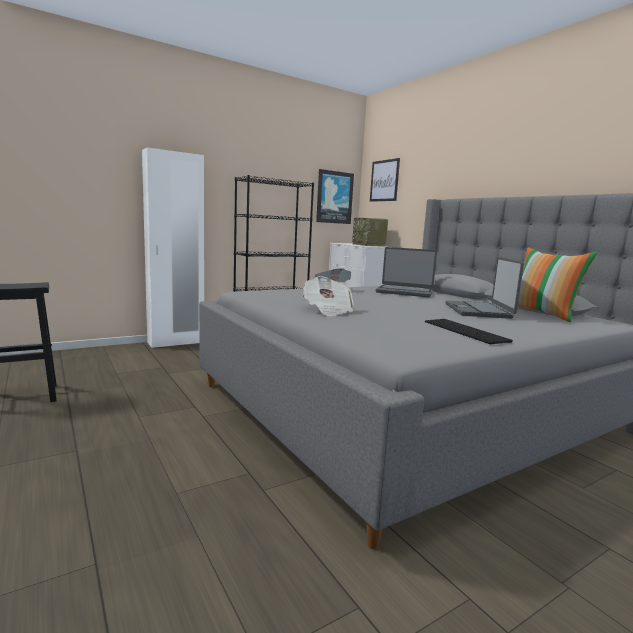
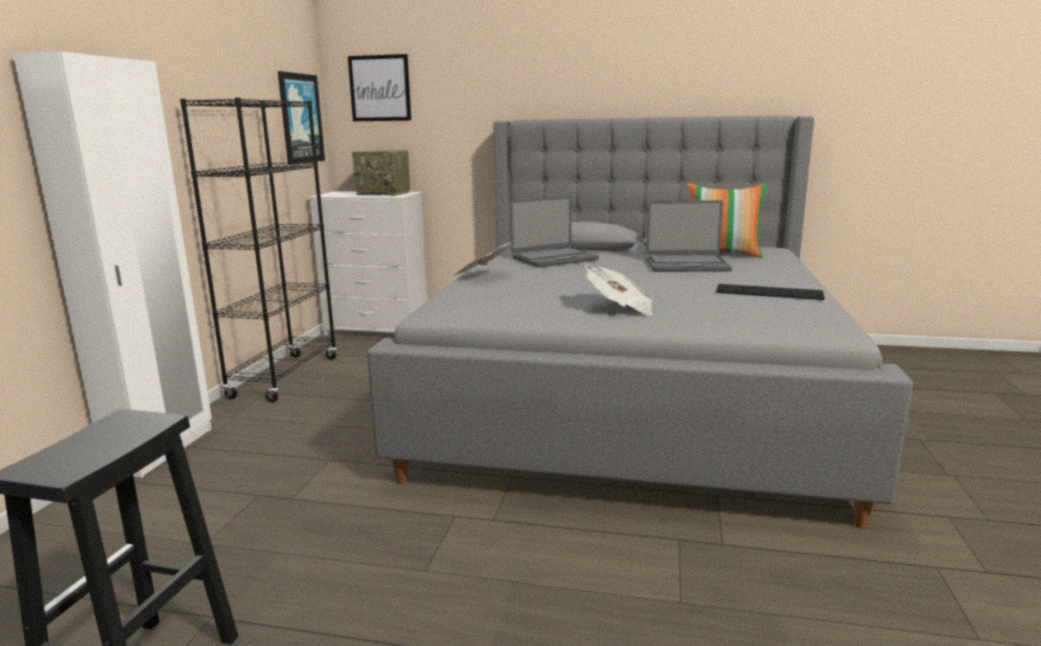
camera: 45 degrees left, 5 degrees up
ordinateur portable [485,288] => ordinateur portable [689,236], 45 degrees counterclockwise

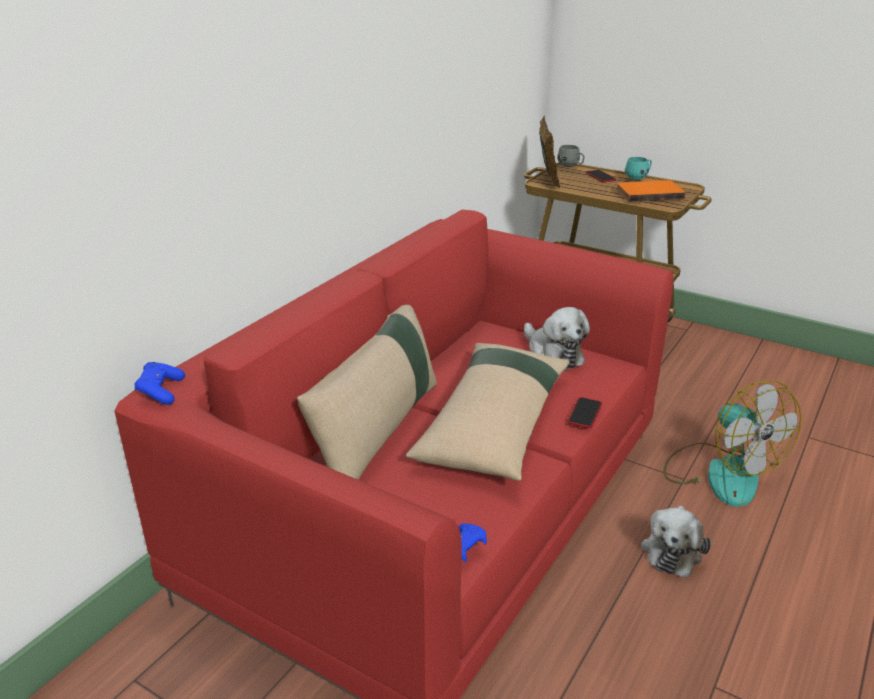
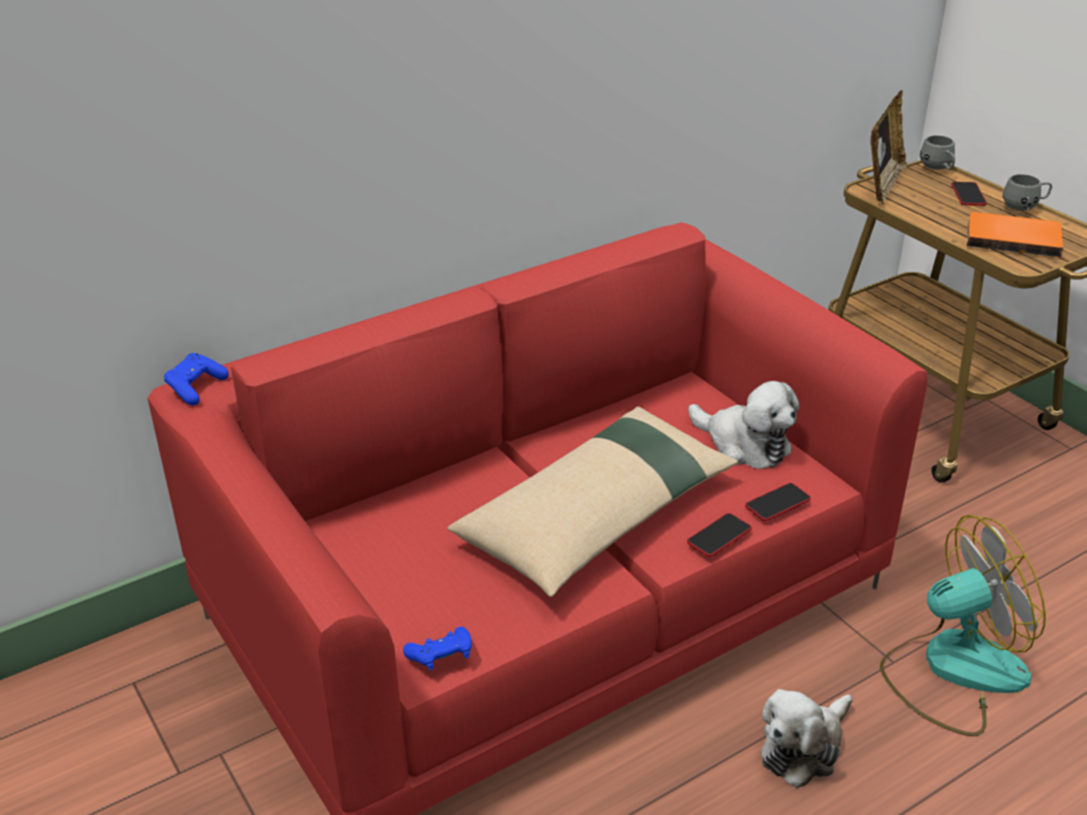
camera: 25 degrees right, 5 degrees up
peluche [557,339] => peluche [743,425], 45 degrees counterclockwise
nothing => téléphone [778,502]
ventilateur [732,443] => ventilateur [963,625], 105 degrees counterclockwise
mug [turquoise] [638,168] => mug [gris] [1027,192]
coussin [beige] [367,392] => nothing

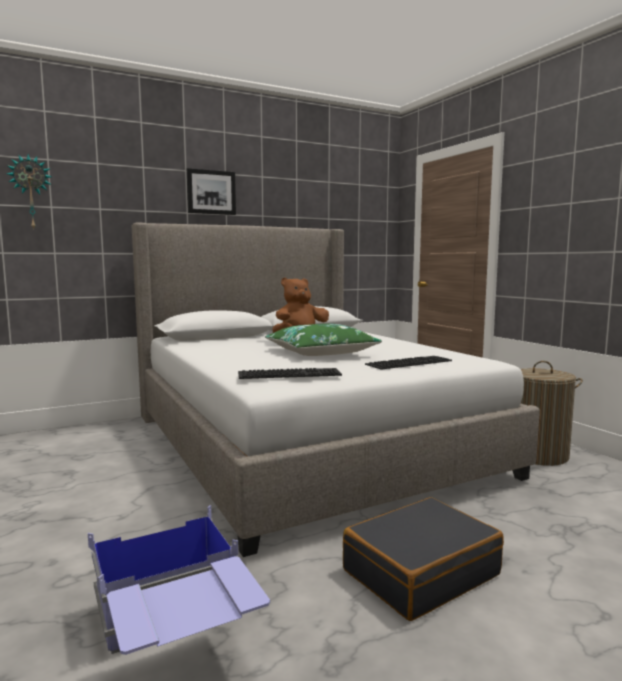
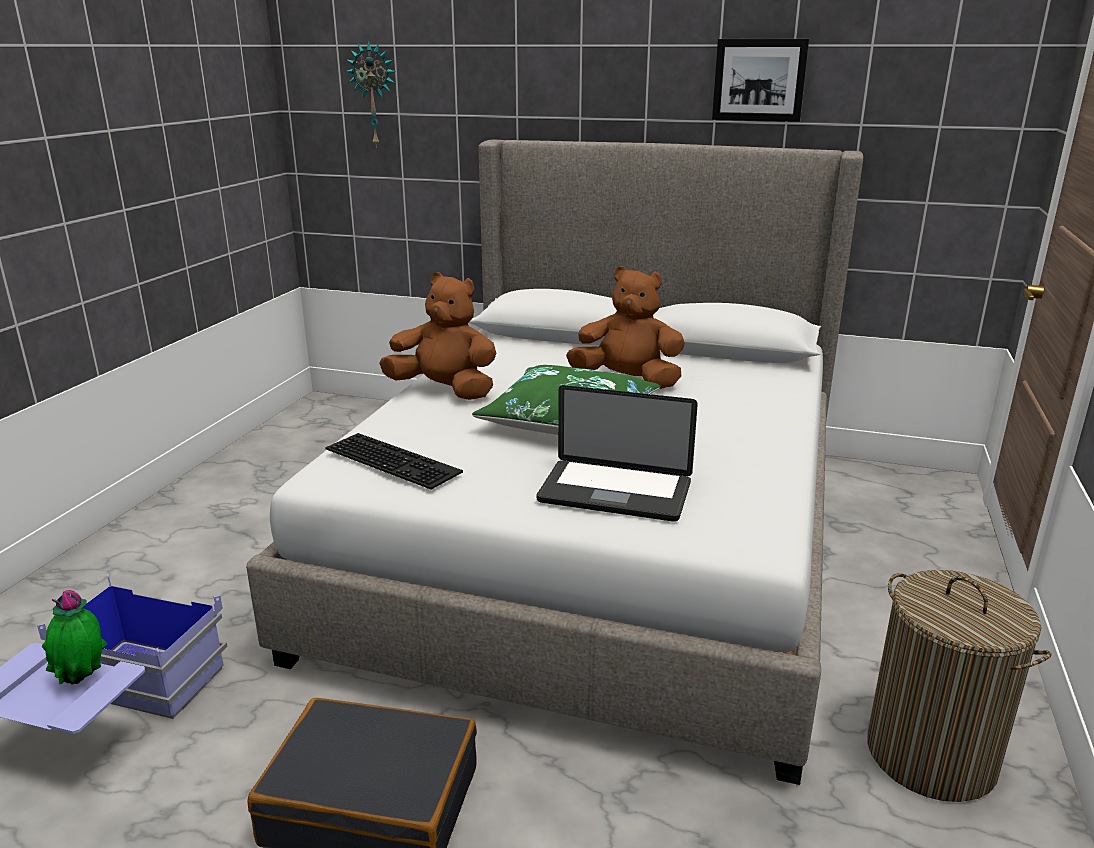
camera: 45 degrees right, 15 degrees up
nothing => plante en pot [74,637]
nothing => peluche [marron] [437,336]
clavier [408,363] => ordinateur portable [617,453]
tableau [211,191] => tableau [760,80], moved

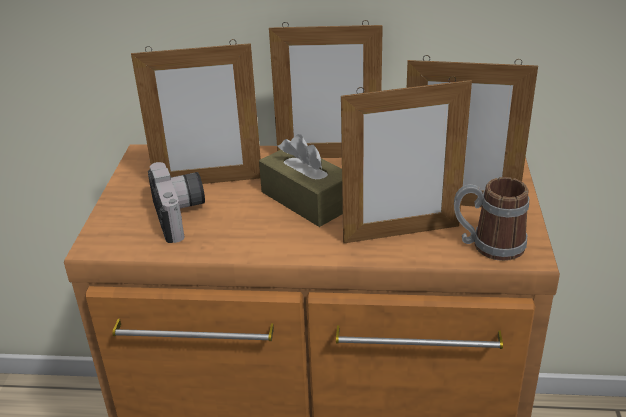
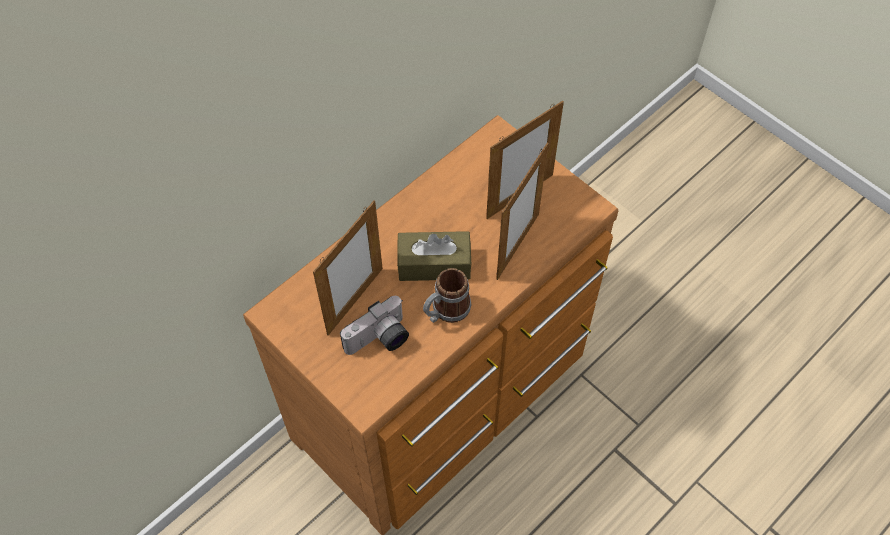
camera: 50 degrees left, 25 degrees up
appareil photo [176,202] => appareil photo [374,325], 120 degrees clockwise
mug [491,219] => mug [447,295], moved
cadre photo [326,89] => nothing

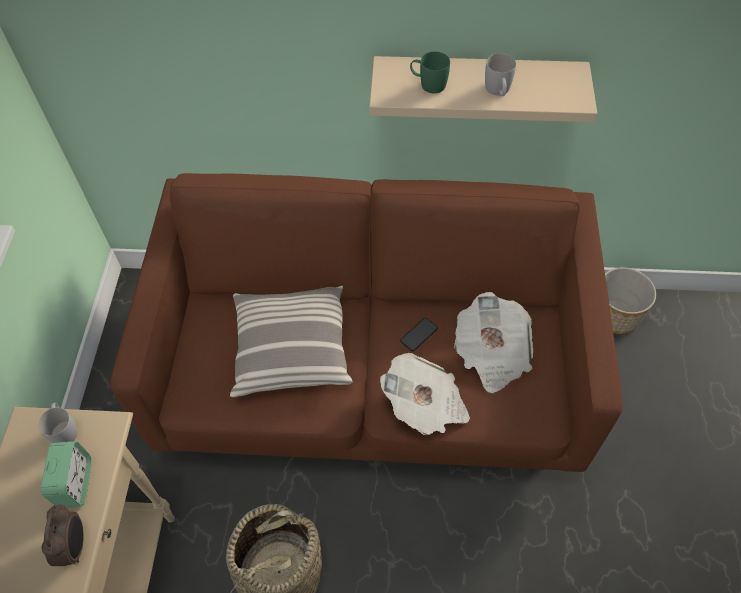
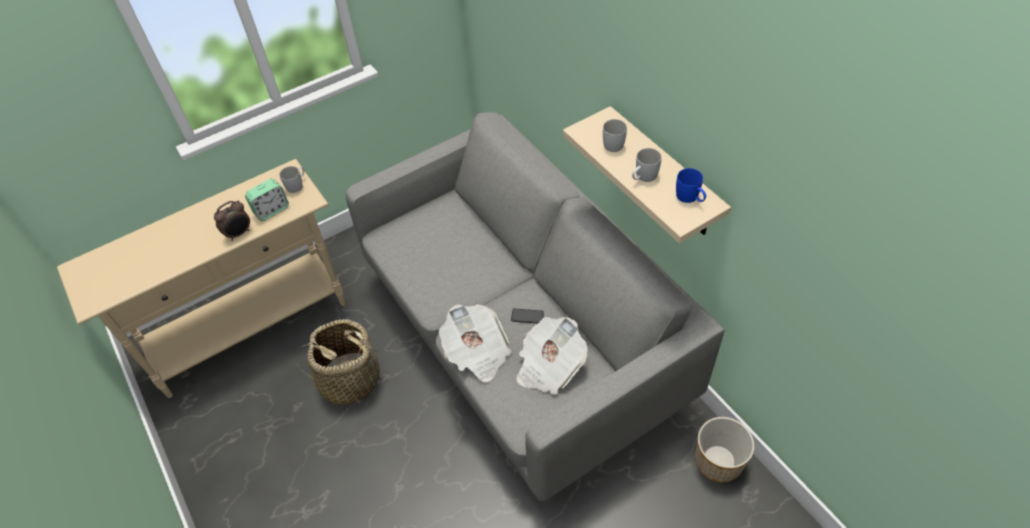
camera: 55 degrees right, 5 degrees down
canapé [marron] [366,322] => canapé [gris] [535,306]
mug [vert] [430,72] => mug [blanc] [615,135]
nothing => mug [bleu] [691,185]
coussin [291,341] => nothing

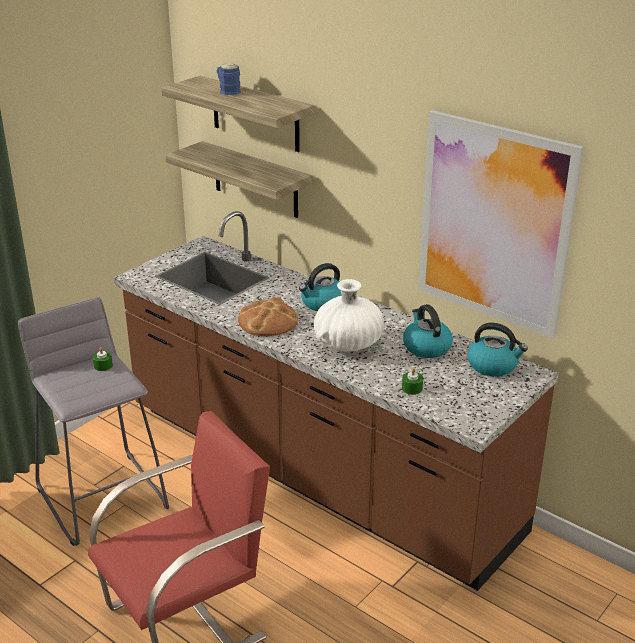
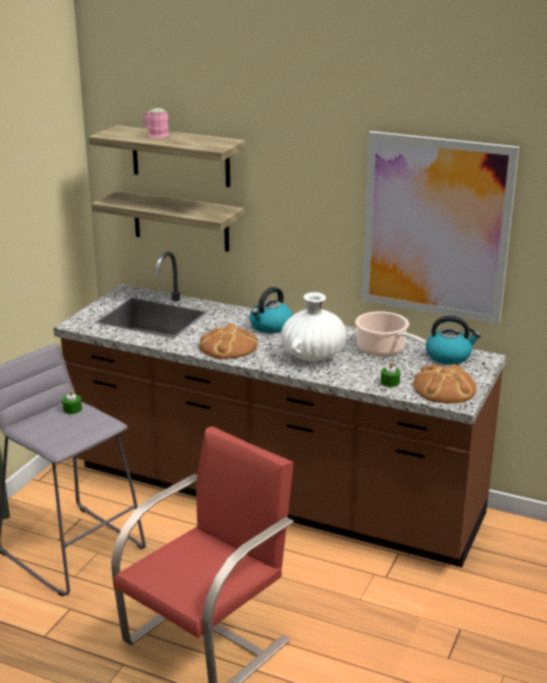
camera: 15 degrees left, 5 degrees down
mug [bleu] [229,79] => mug [rose] [156,123]
bouilloire [428,331] => marmite [390,333]
nothing => pain [445,383]

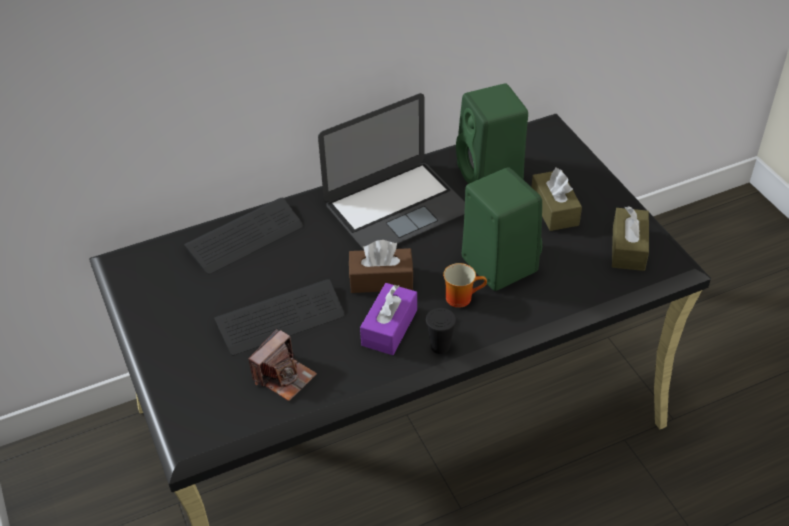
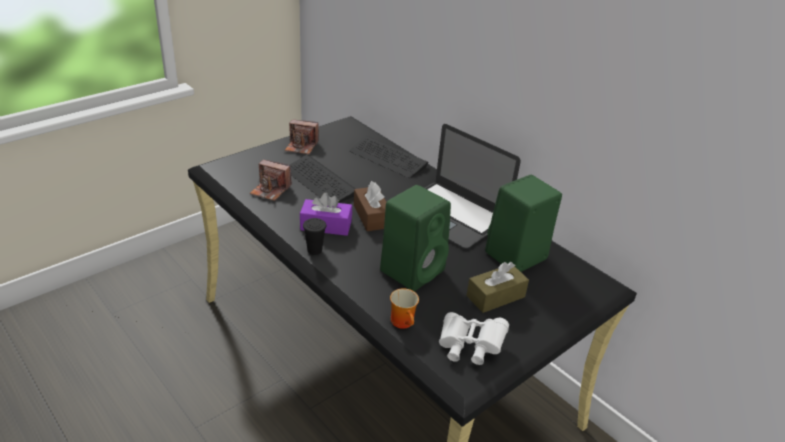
camera: 70 degrees right, 10 degrees down
nothing => appareil photo [302,137]
mug [465,285] => mug [404,309], moved
boîte à mouchoirs [marron] [630,238] => jumelles [blanc] [474,338]

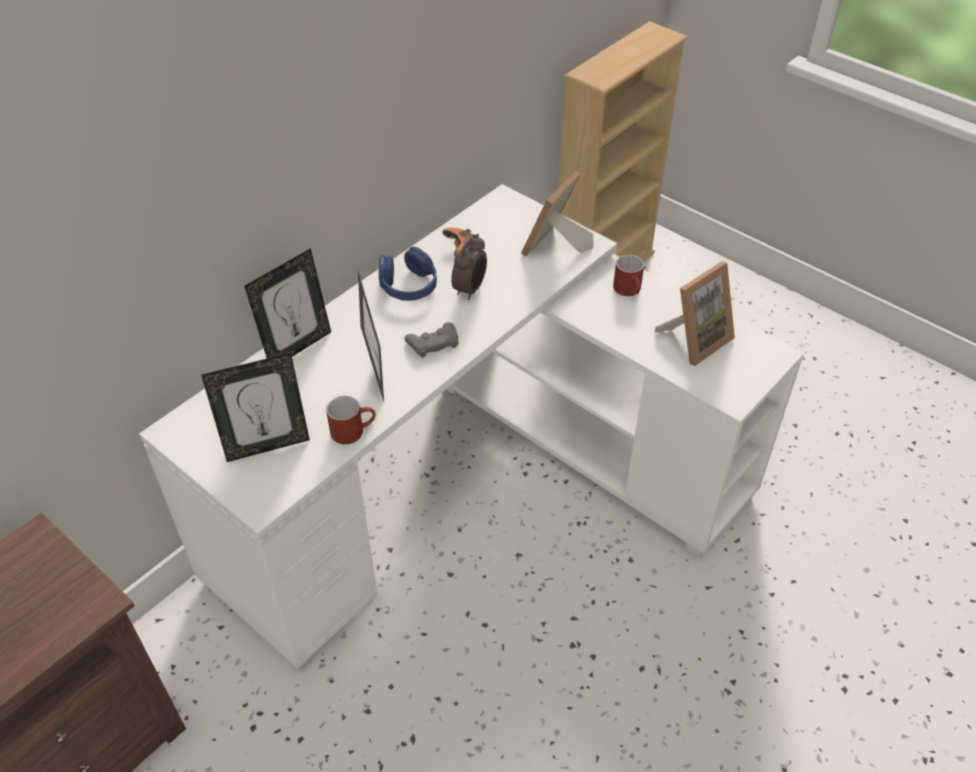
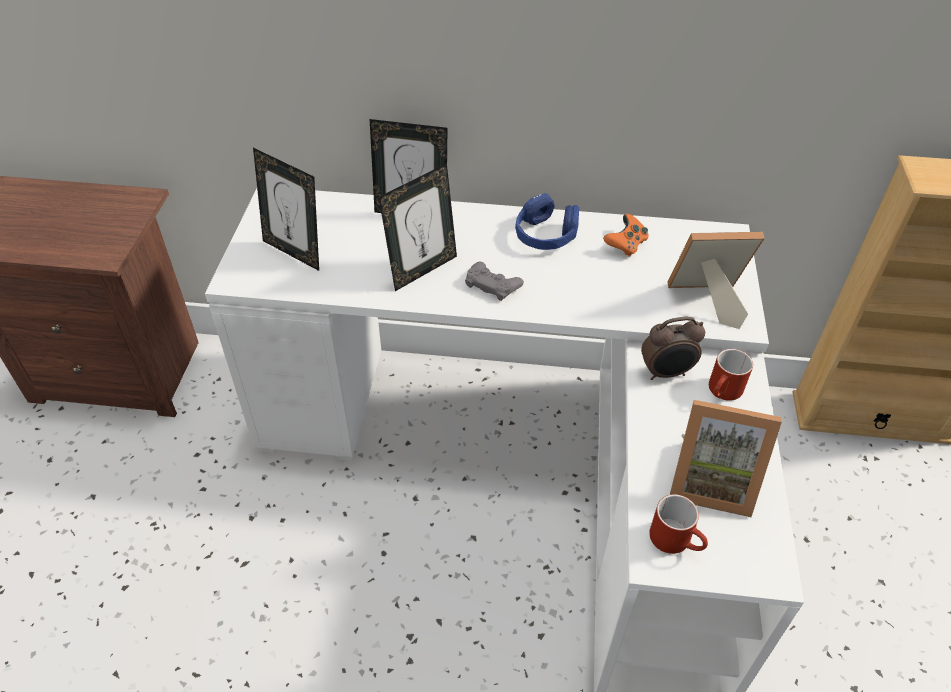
camera: 55 degrees right, 0 degrees up
réveil [469,267] => réveil [673,348], moved
mug [rouge] [351,420] => mug [rouge] [678,524], moved

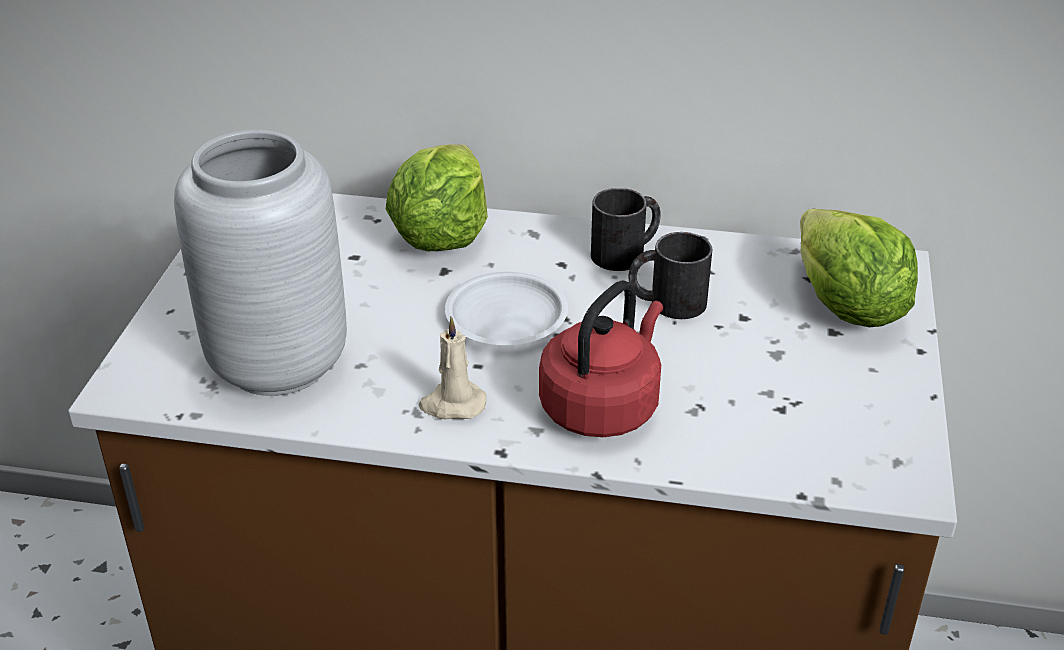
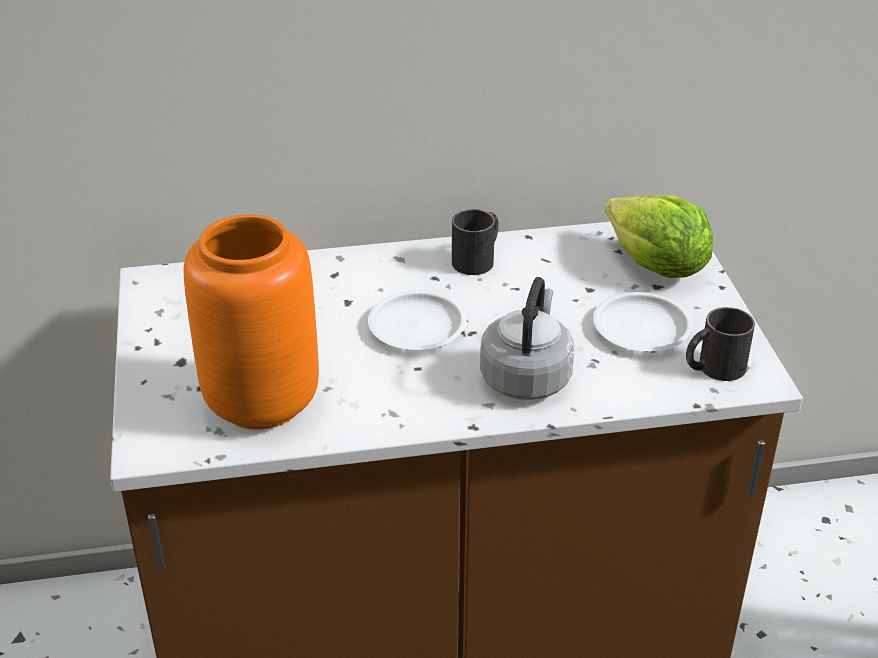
camera: 20 degrees left, 0 degrees up
vase [gris] [260,263] => vase [orange] [251,321]
bouilloire [rouge] [601,358] => bouilloire [gris] [527,338]
nothing => assiette [blanc] [643,321]
mug [noir] [670,275] => mug [noir] [720,344], moved
laitue [437,197] => nothing
bougie [beige] [452,368] => nothing

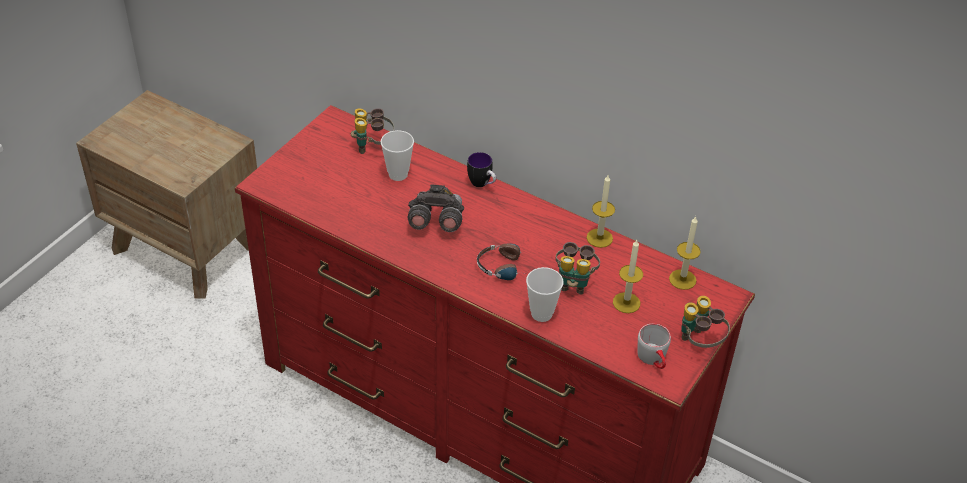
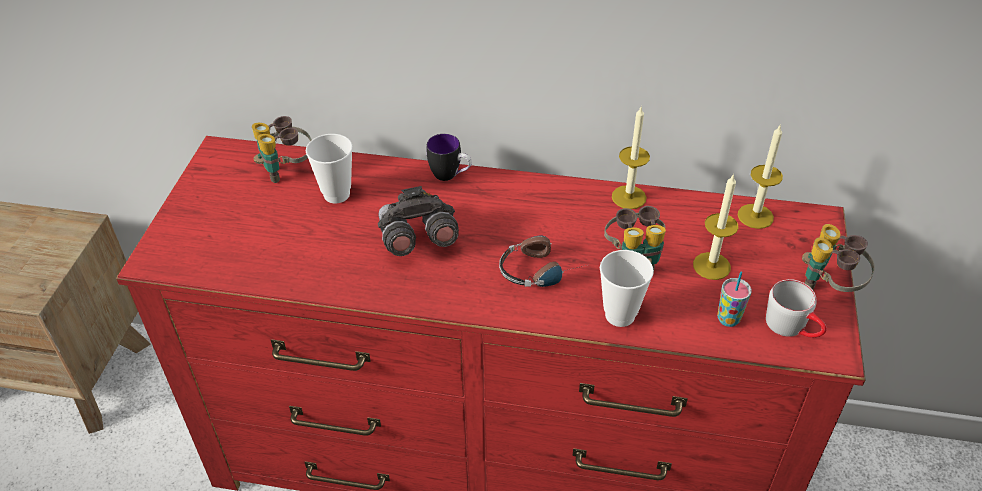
camera: 20 degrees left, 0 degrees up
nothing => tasse [734,299]

